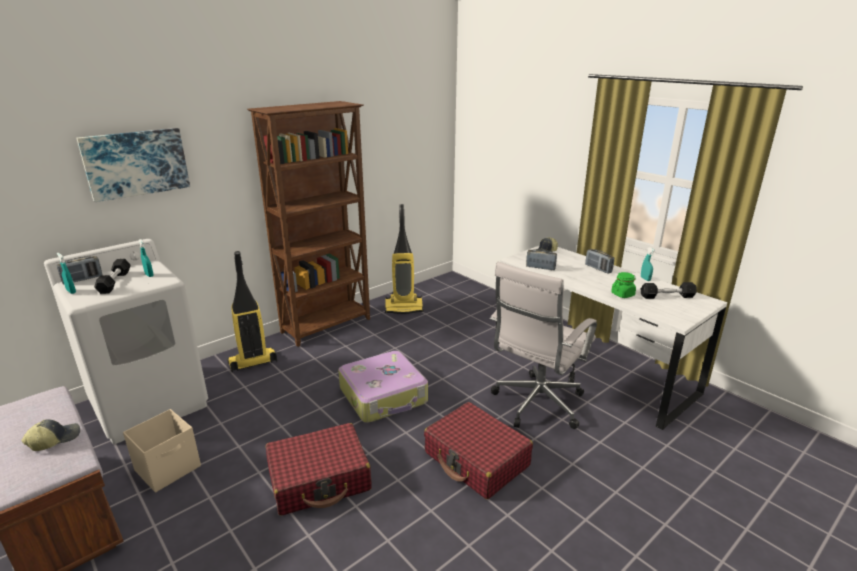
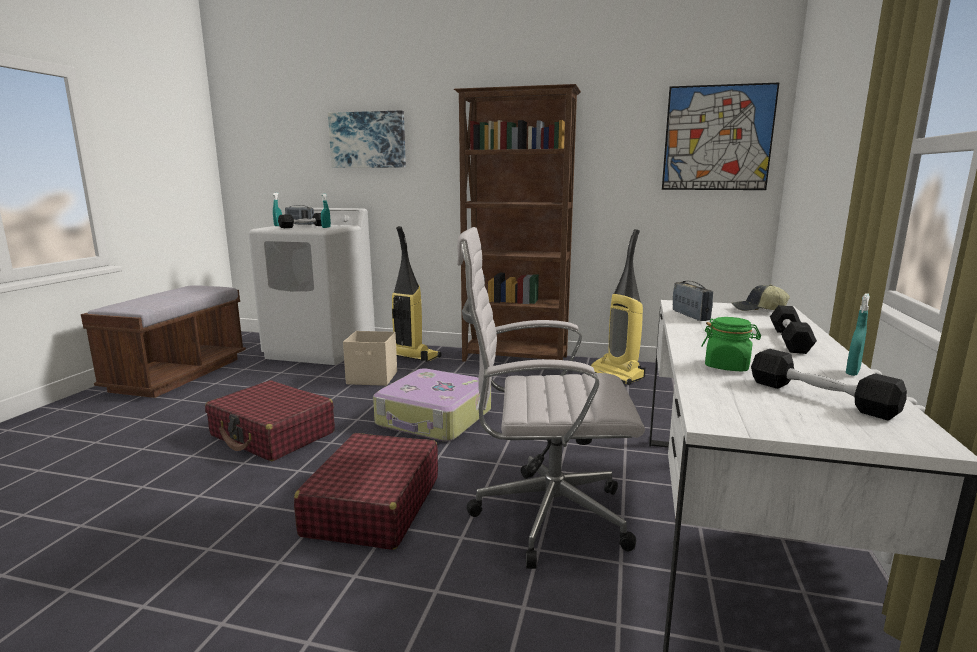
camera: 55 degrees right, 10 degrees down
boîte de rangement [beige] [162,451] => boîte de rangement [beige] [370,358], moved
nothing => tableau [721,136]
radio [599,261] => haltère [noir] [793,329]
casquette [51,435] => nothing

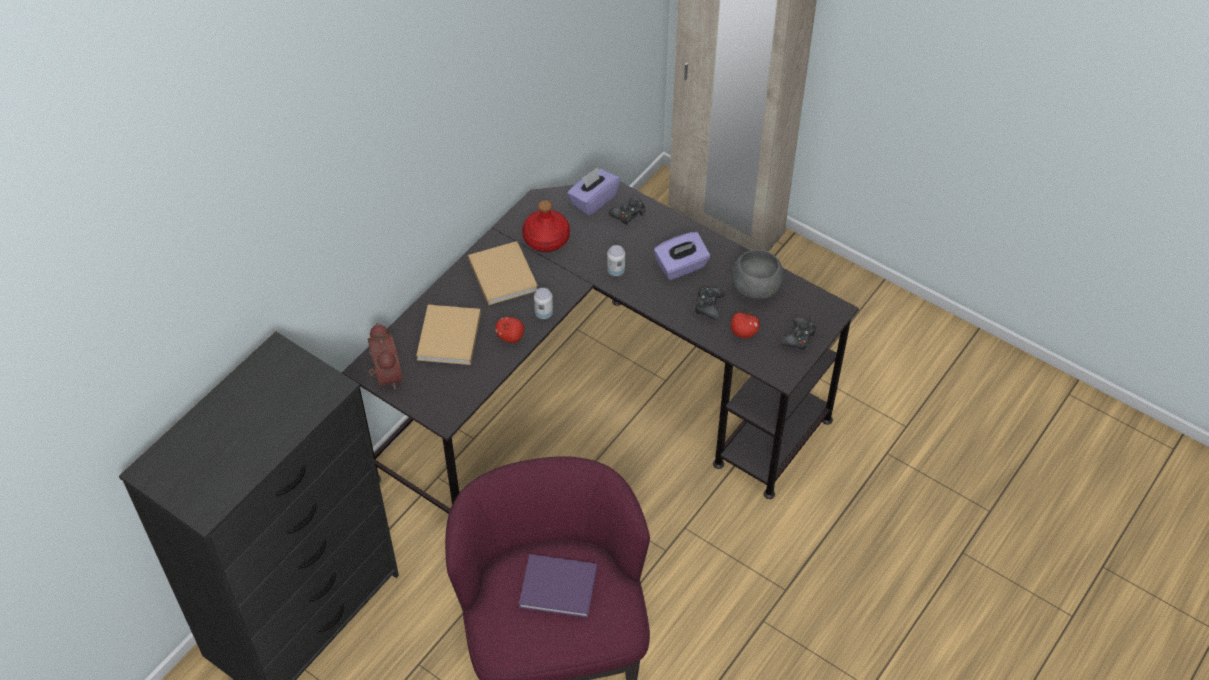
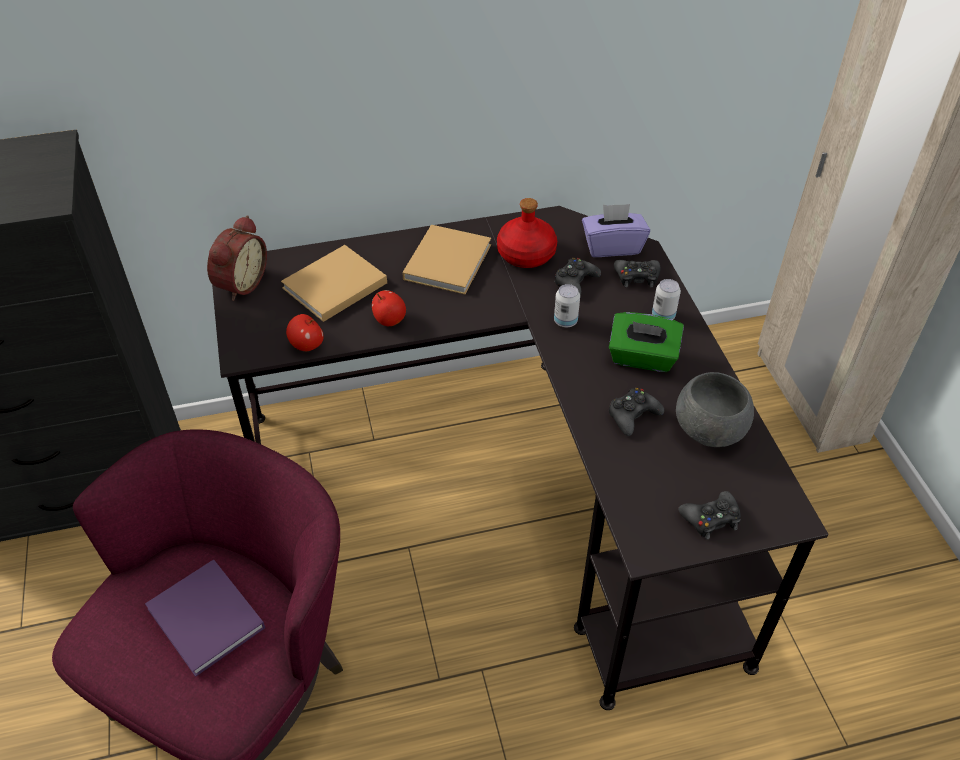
camera: 40 degrees right, 5 degrees down
pomme [745,325] => pomme [305,332], moved
nothing => manette [noir] [577,277]
boîte à mouchoirs [violet] [682,256] => boîte à mouchoirs [vert] [646,342]
boîte métallique [543,303] => boîte métallique [666,299], moved

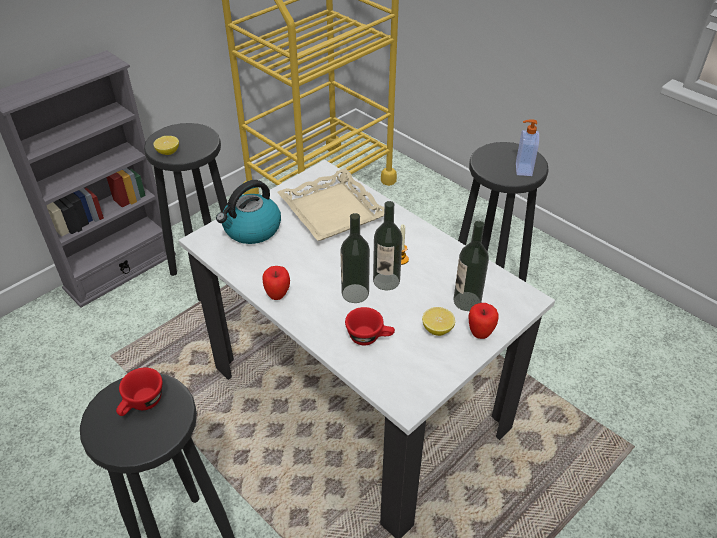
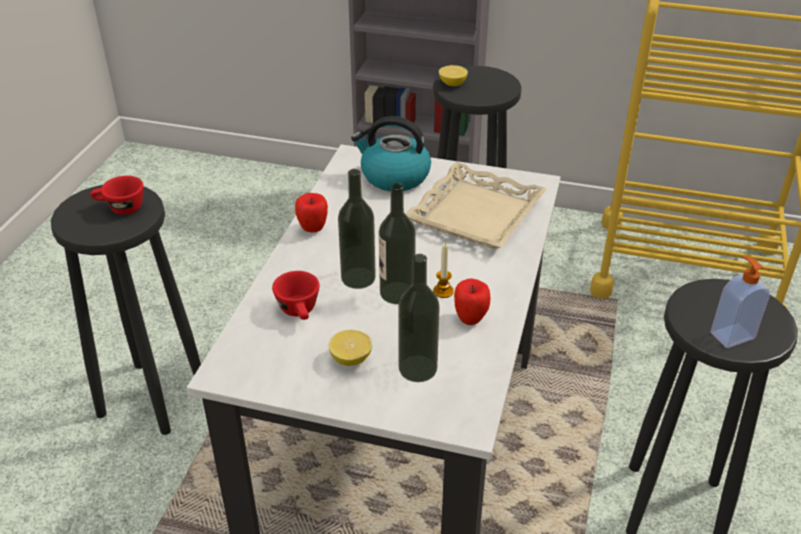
camera: 60 degrees right, 5 degrees down
pomme [483,321] => pomme [472,302], moved

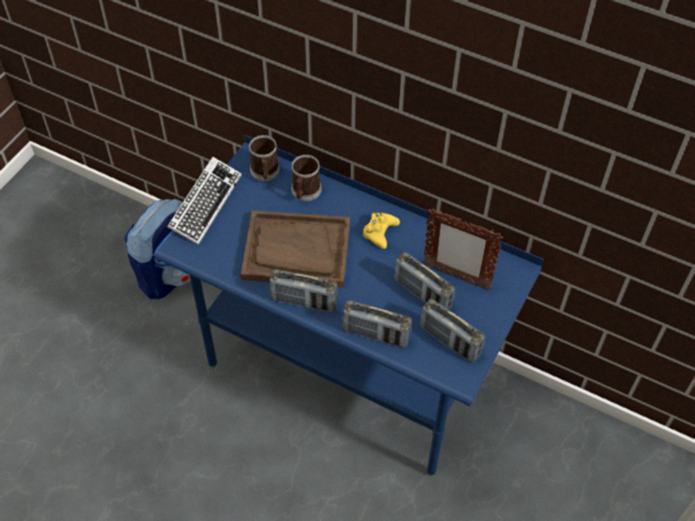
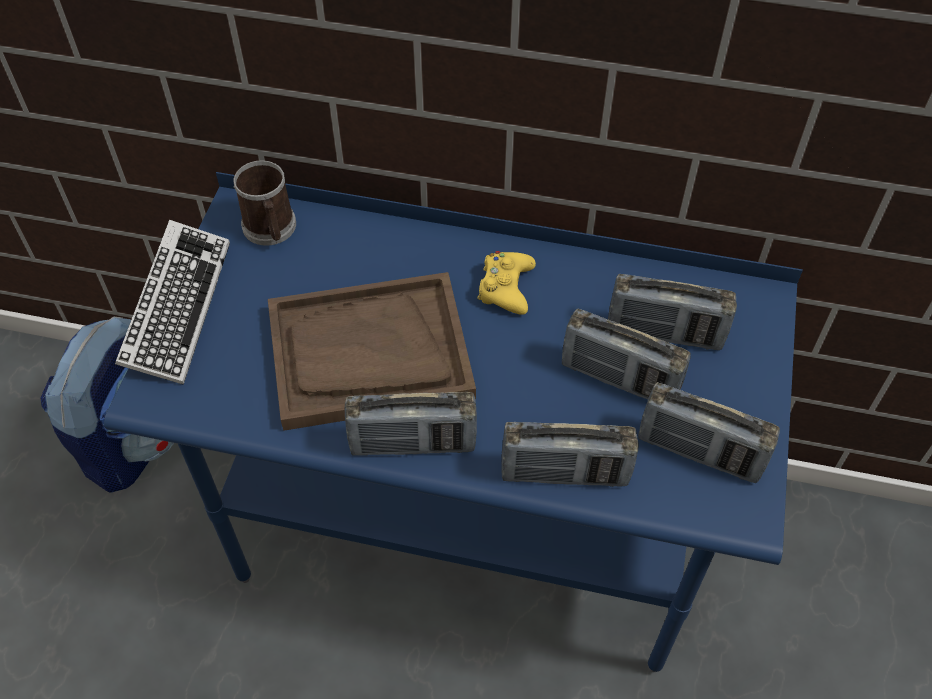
camera: 15 degrees left, 0 degrees up
cadre photo [463,249] => radio [672,312]
mug [306,178] => nothing

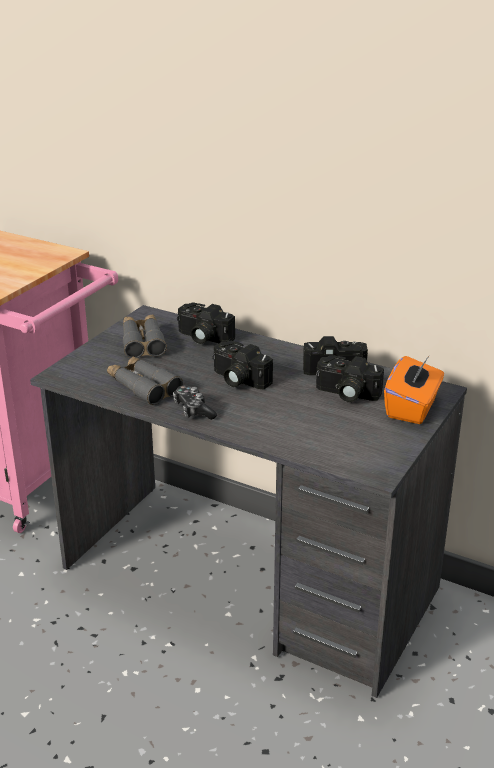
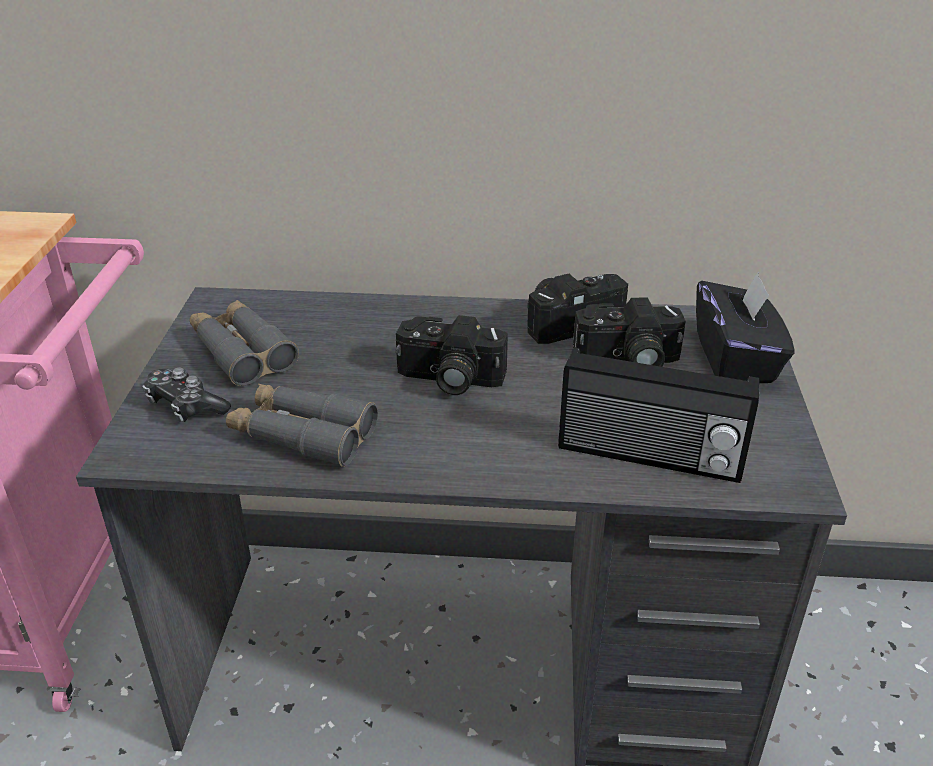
camera: 25 degrees left, 5 degrees up
manette [195,402] => manette [186,394], moved
nothing => radio [659,415]
boîte à mouchoirs [orange] [414,389] => boîte à mouchoirs [noir] [745,327]
appareil photo [206,323] => nothing

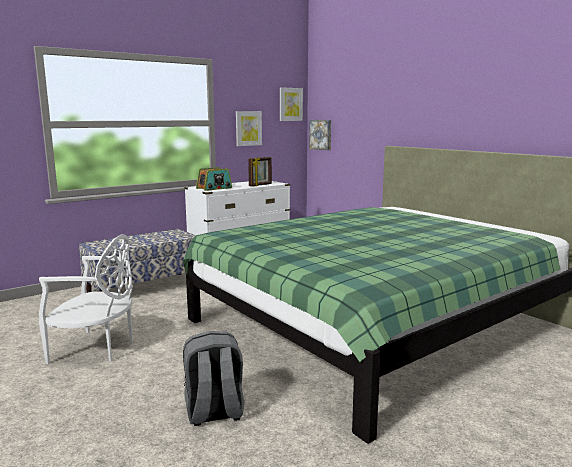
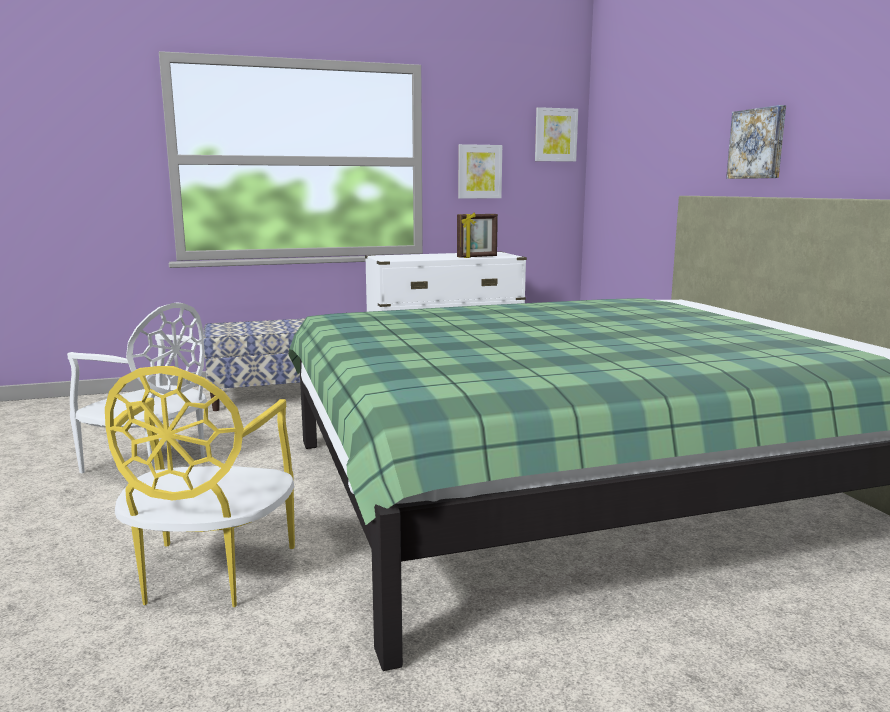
camera: 20 degrees right, 0 degrees up
sac à dos [gris] [213,378] => chaise [jaune] [200,486]
tableau [320,135] => tableau [756,142], moved
radio [214,179] => nothing

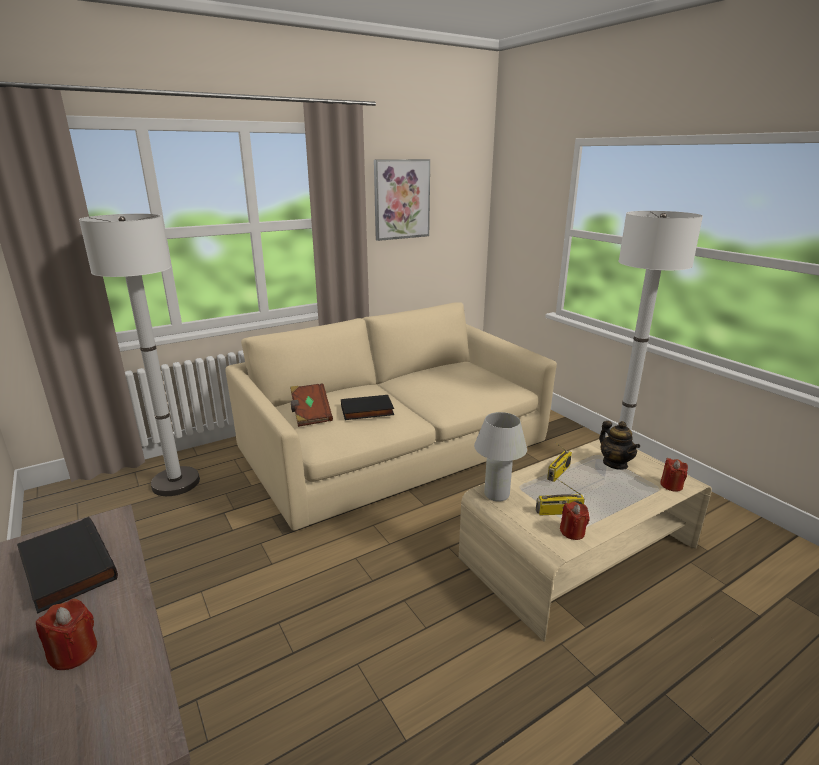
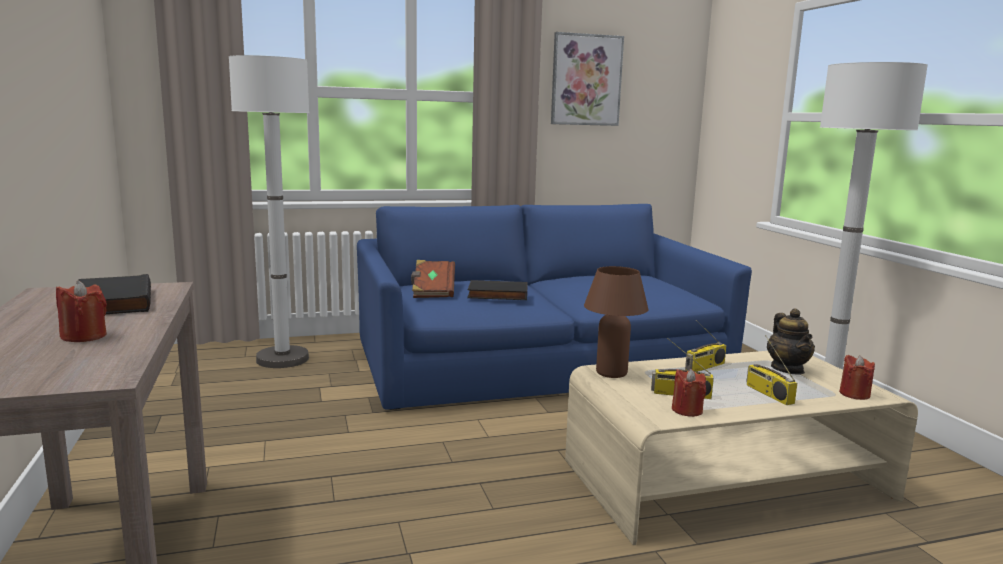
camera: 15 degrees right, 10 degrees down
canapé [beige] [391,416] => canapé [bleu] [554,307]
lampe de table [blanc] [500,457] => lampe de table [marron] [616,322]
nothing => radio [771,370]

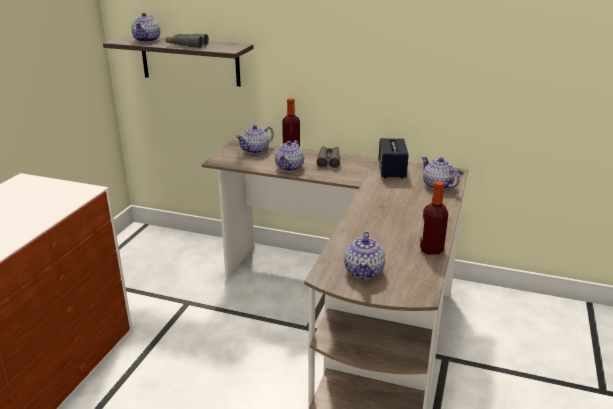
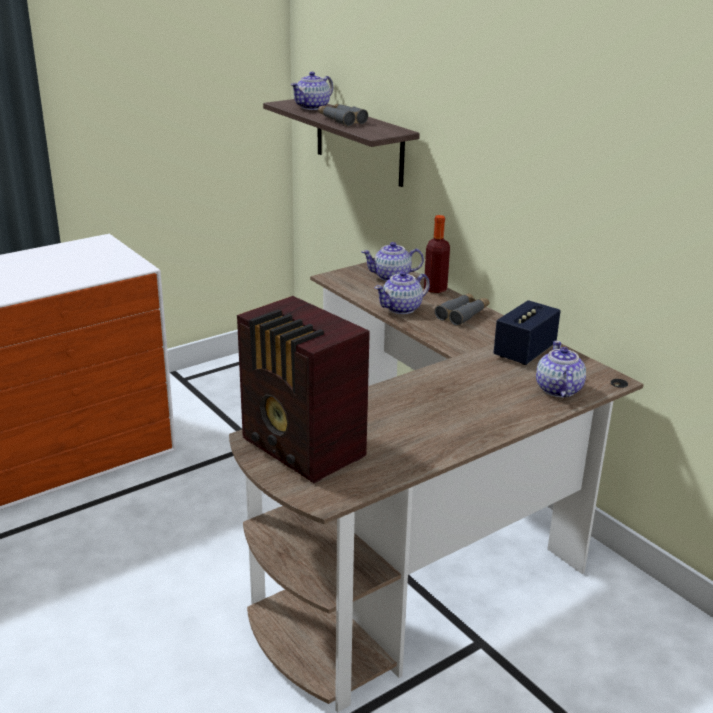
camera: 35 degrees right, 0 degrees up
théière [364,255] => radio [303,389]
bouteille [434,218] => nothing

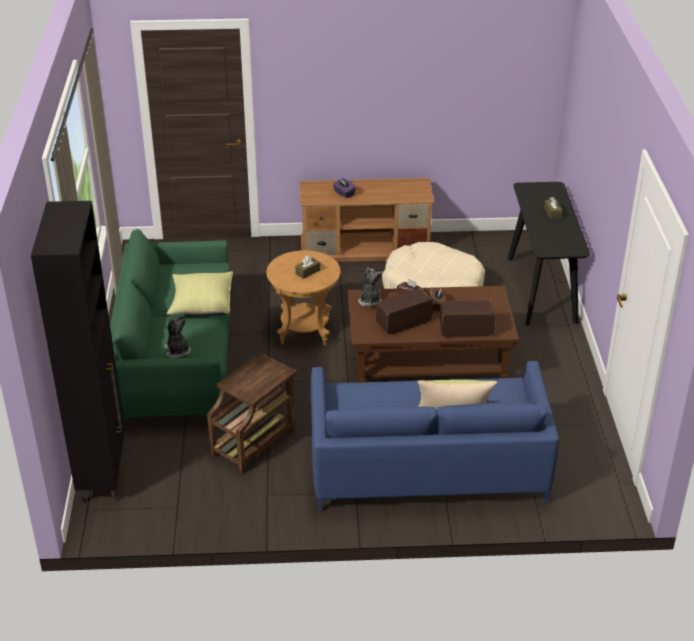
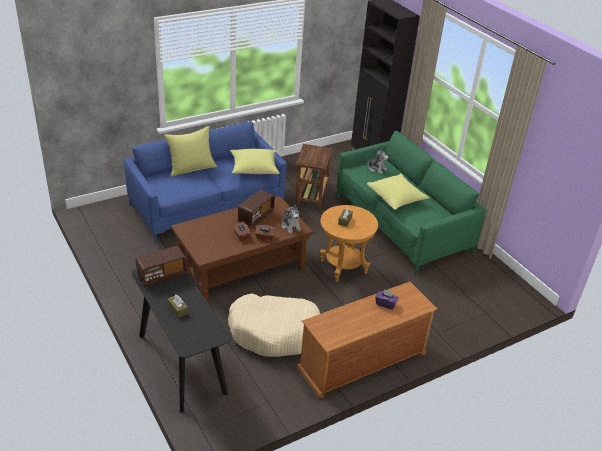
camera: 150 degrees right, 0 degrees up
radio [468,319] => radio [161,266], moved
nothing => coussin [jaune] [255,161]

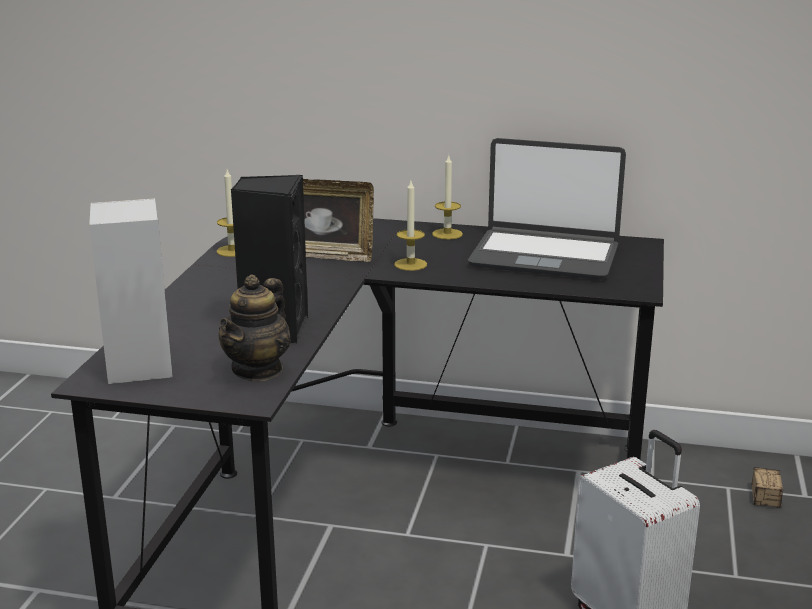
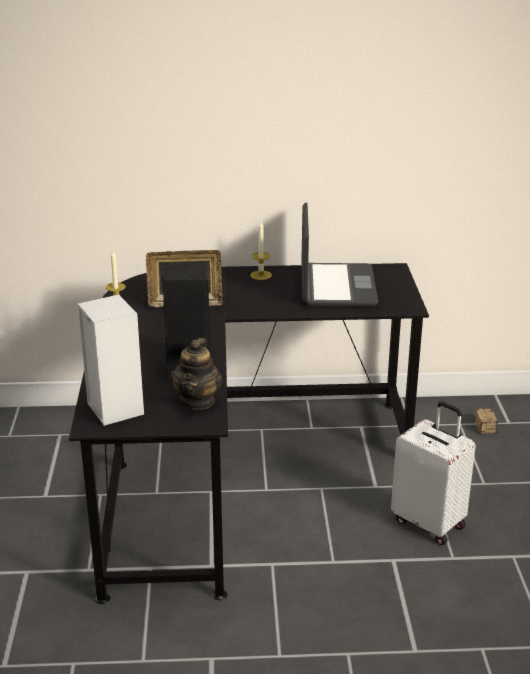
camera: 15 degrees left, 5 degrees up
ordinateur portable [547,209] => ordinateur portable [339,254], 90 degrees counterclockwise
bougie [410,226] => nothing

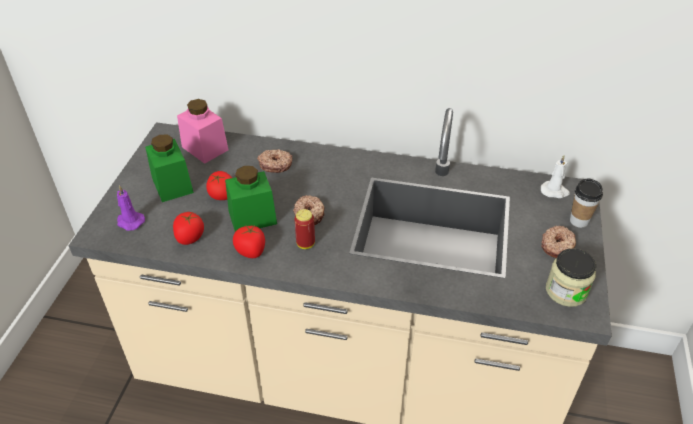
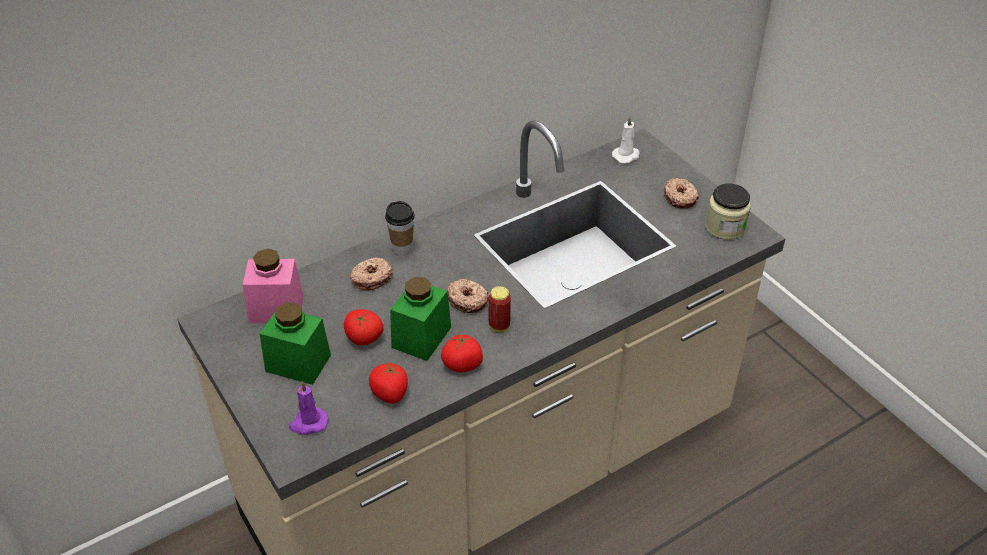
camera: 45 degrees left, 0 degrees up
tasse [586,203] => tasse [400,228], moved

